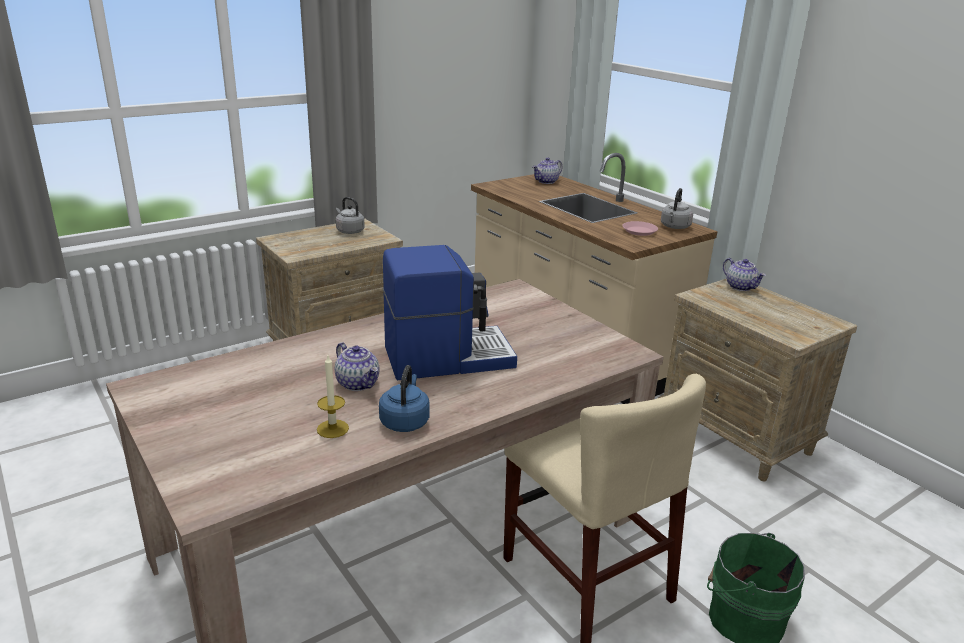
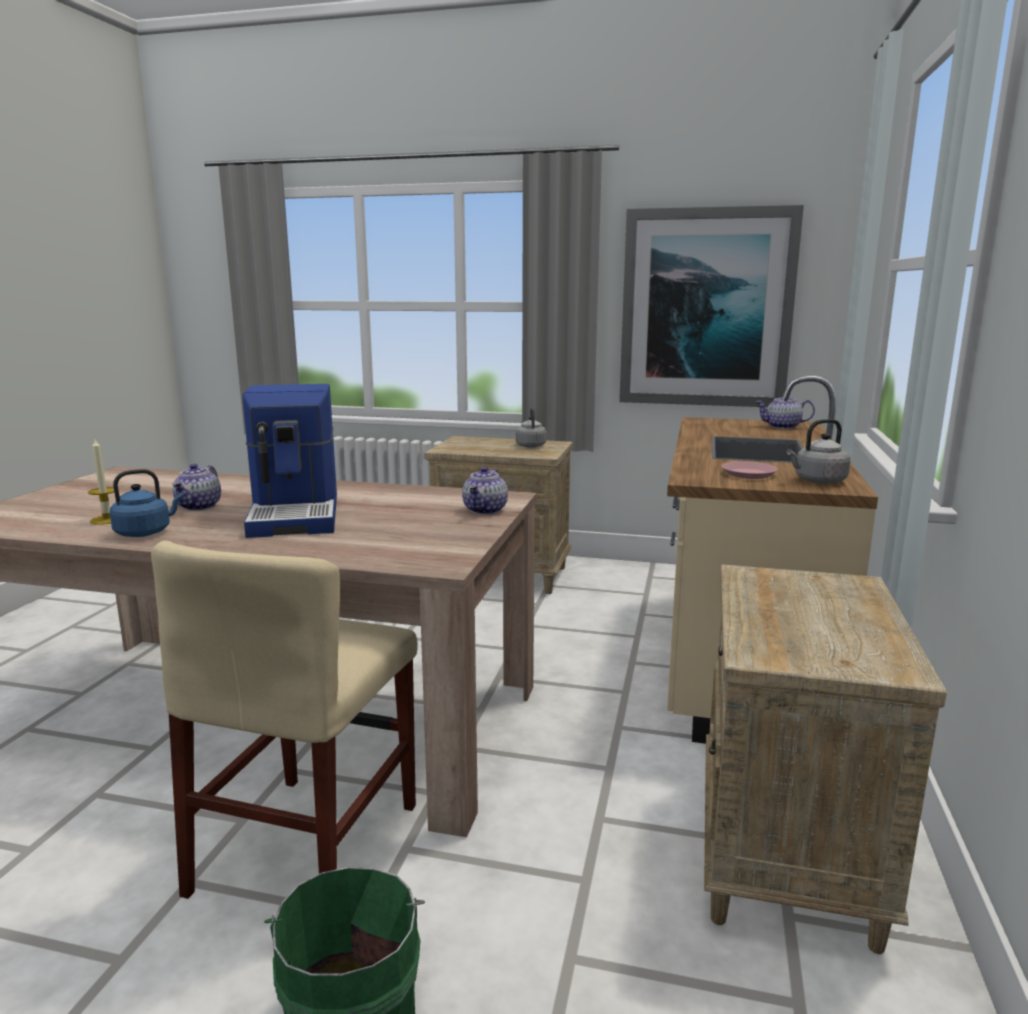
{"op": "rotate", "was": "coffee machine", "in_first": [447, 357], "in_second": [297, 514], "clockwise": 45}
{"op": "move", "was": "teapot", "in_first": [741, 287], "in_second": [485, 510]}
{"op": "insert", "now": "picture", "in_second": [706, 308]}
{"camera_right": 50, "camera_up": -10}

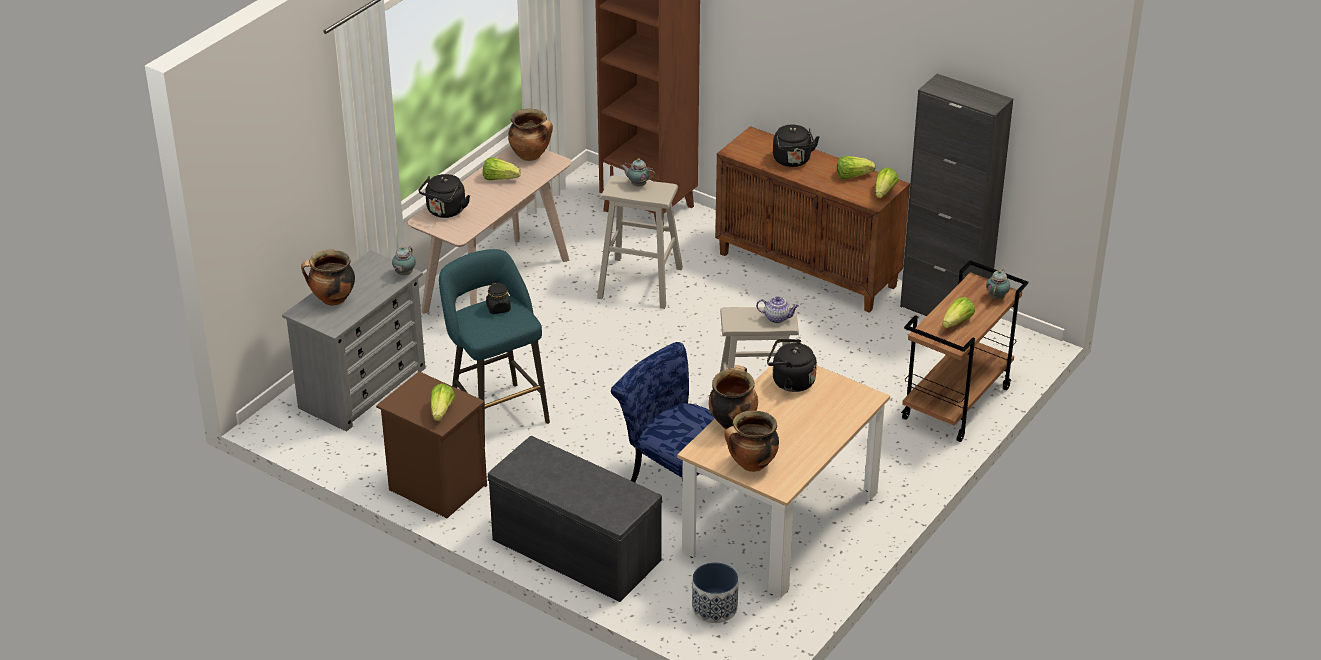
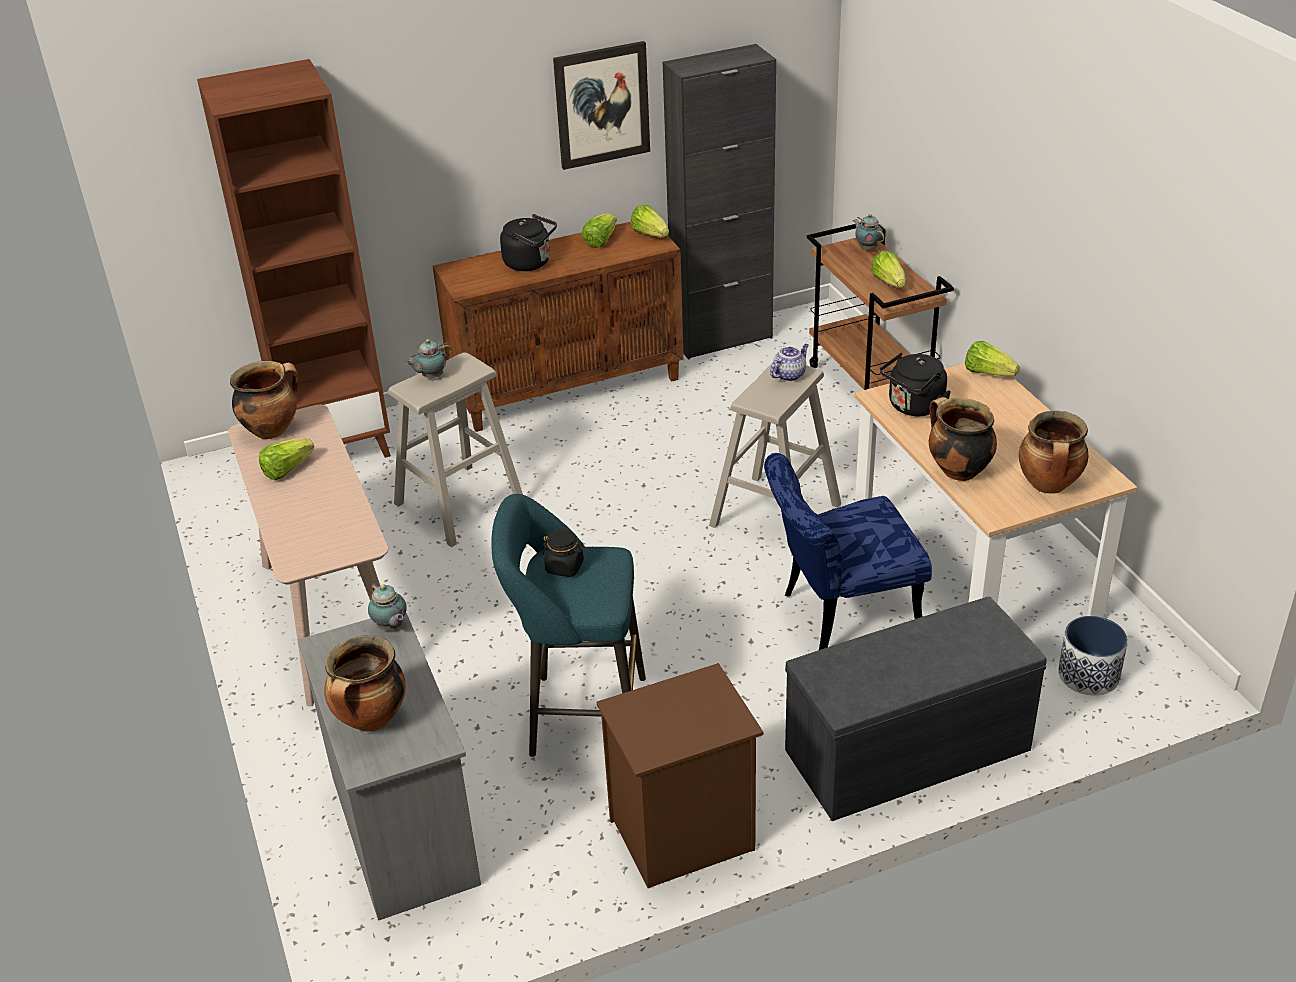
{"op": "delete", "was": "black kettle", "in_first": [445, 211]}
{"op": "move", "was": "lettuce", "in_first": [442, 411], "in_second": [988, 373]}
{"op": "insert", "now": "picture", "in_second": [602, 105]}
{"camera_right": -55, "camera_up": 0}

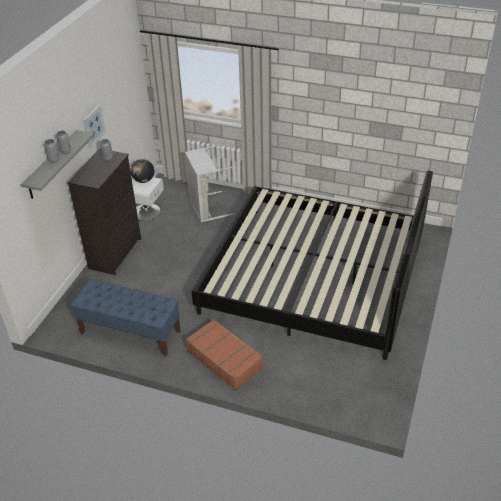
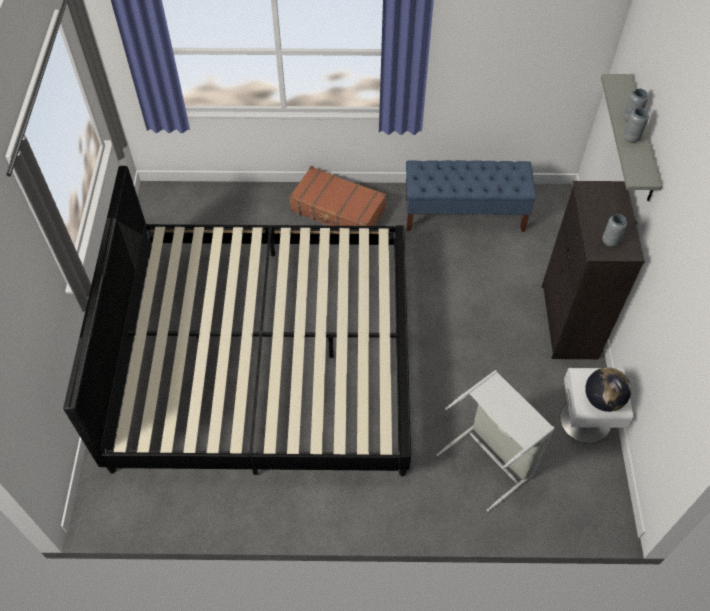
{"op": "delete", "was": "picture", "in_first": [93, 126]}
{"camera_right": 160, "camera_up": 15}

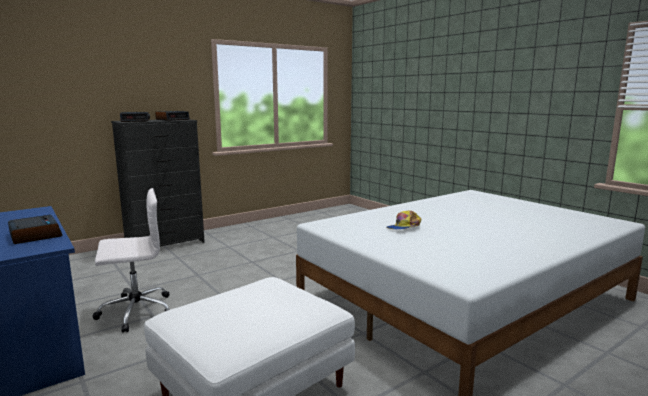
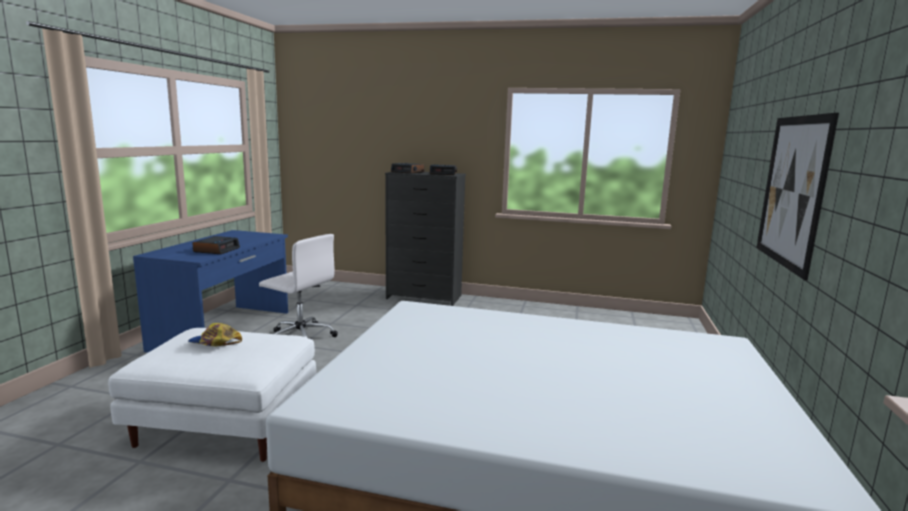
{"op": "move", "was": "cap", "in_first": [404, 227], "in_second": [214, 343]}
{"op": "insert", "now": "picture", "in_second": [792, 191]}
{"camera_right": 50, "camera_up": 0}

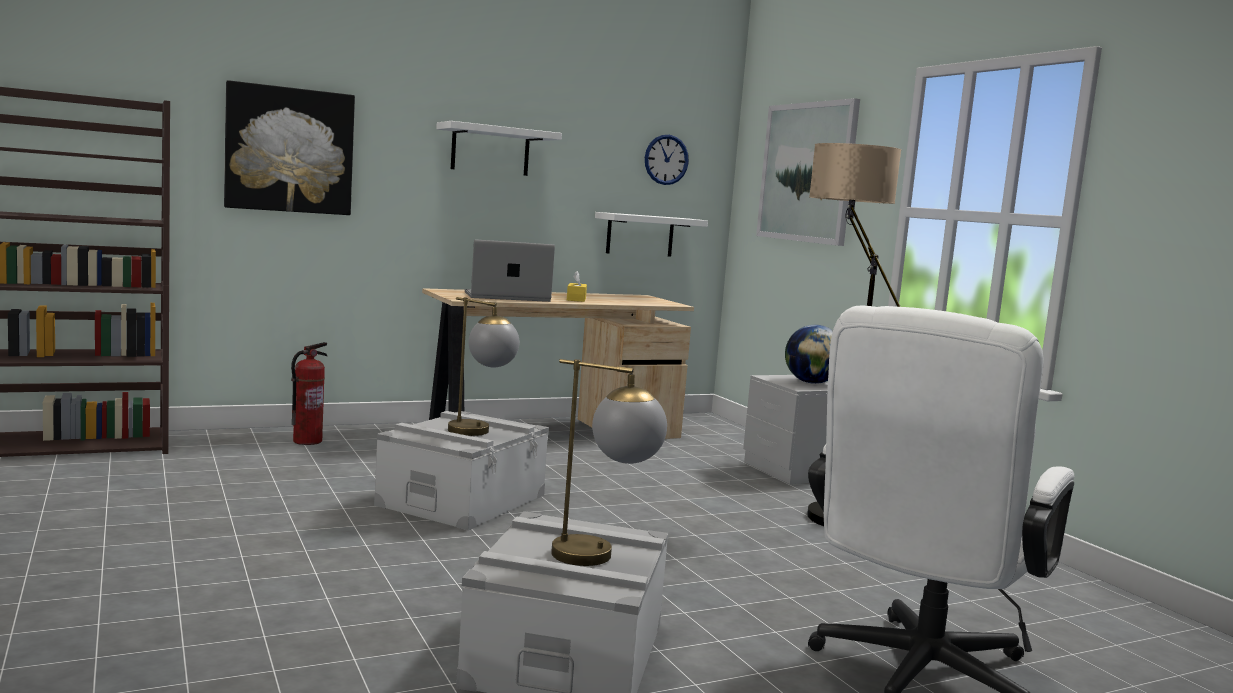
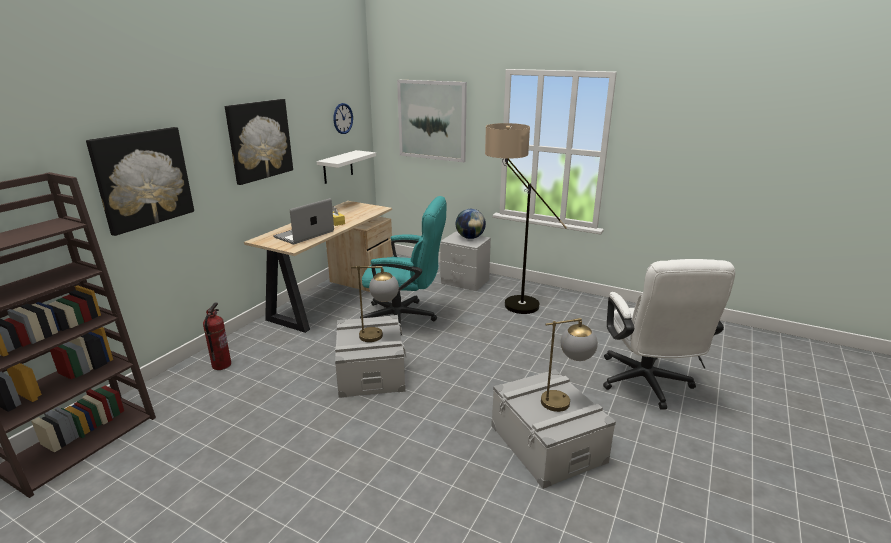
{"op": "replace", "was": "white shelf", "now": "picture", "in_first": [490, 150], "in_second": [259, 140]}
{"op": "insert", "now": "turquoise office chair", "in_second": [405, 318]}
{"camera_right": -35, "camera_up": 15}

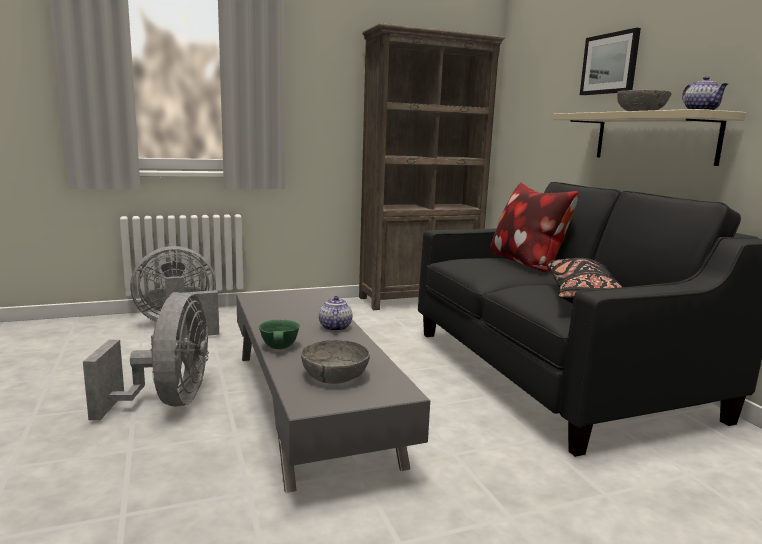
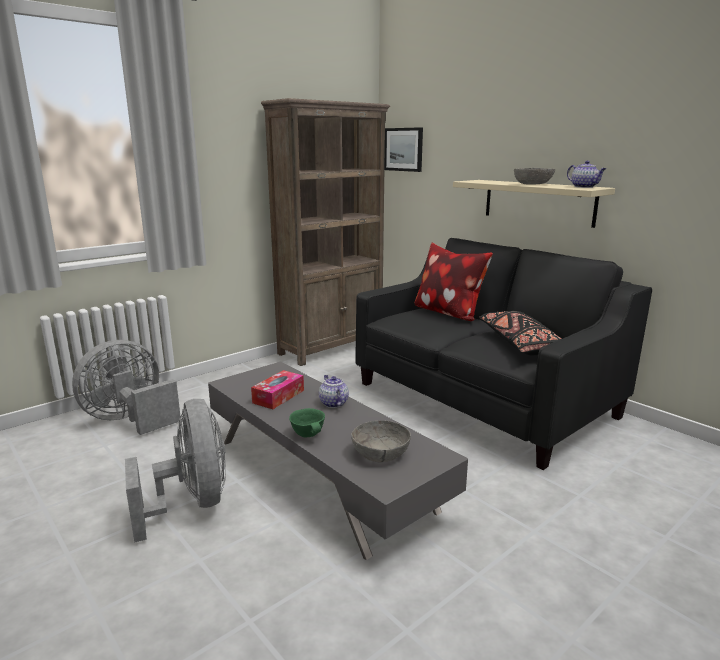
{"op": "move", "was": "picture", "in_first": [610, 64], "in_second": [403, 149]}
{"op": "insert", "now": "tissue box", "in_second": [278, 396]}
{"camera_right": -20, "camera_up": 5}

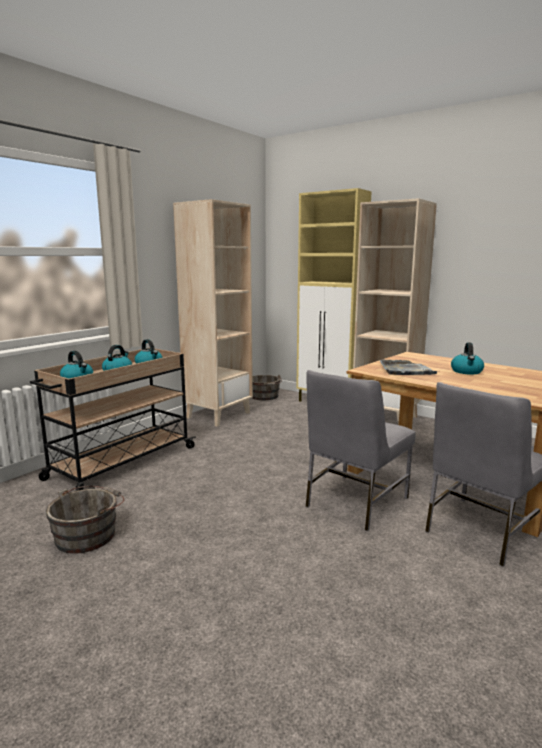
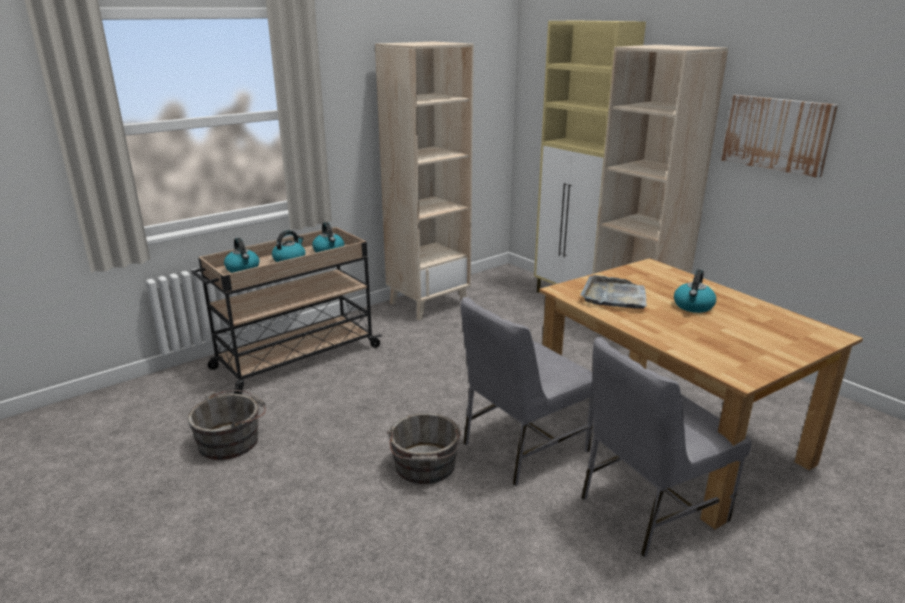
{"op": "move", "was": "grey bucket", "in_first": [264, 396], "in_second": [425, 467]}
{"op": "insert", "now": "picture", "in_second": [776, 134]}
{"camera_right": 15, "camera_up": 10}

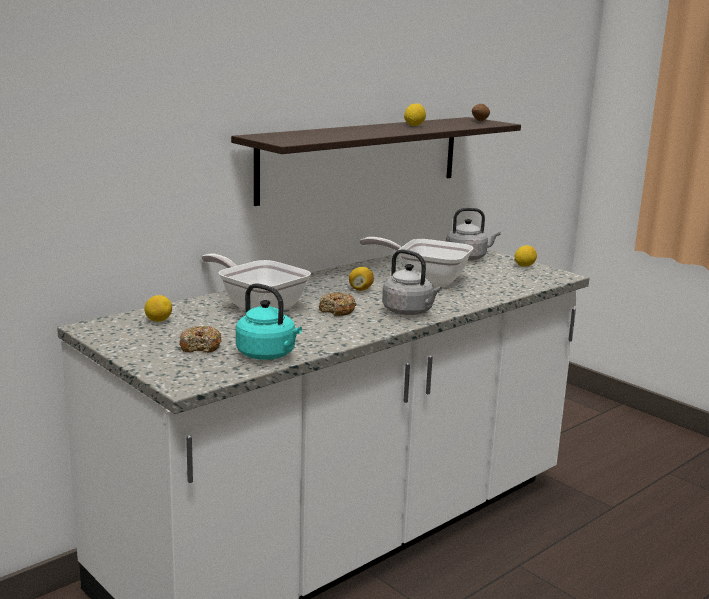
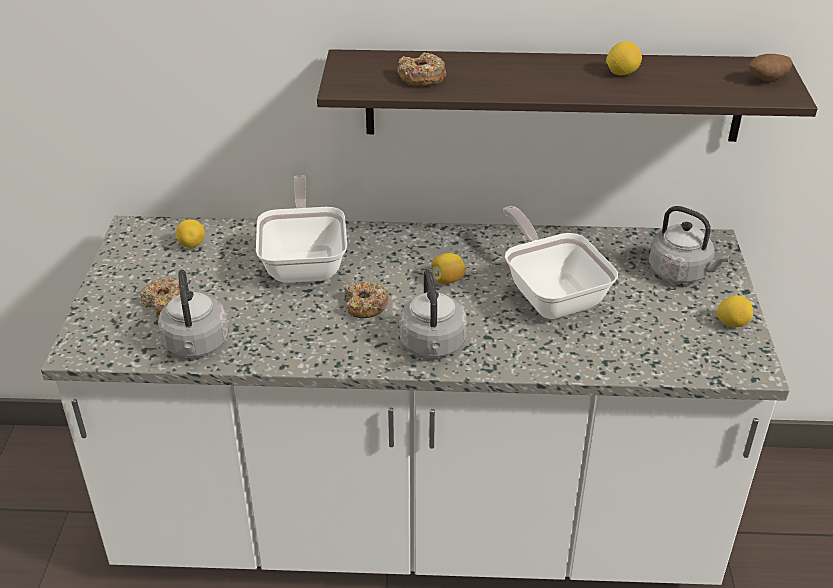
{"op": "recolor", "was": "turquoise kettle", "now": "grey kettle", "in_first": [268, 355], "in_second": [196, 346]}
{"op": "insert", "now": "donut", "in_second": [421, 78]}
{"camera_right": 45, "camera_up": 20}

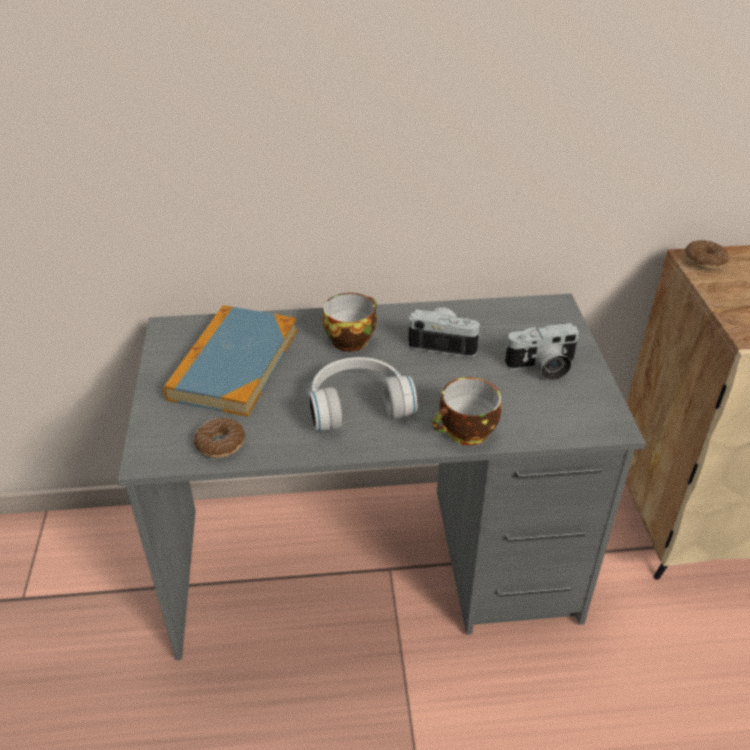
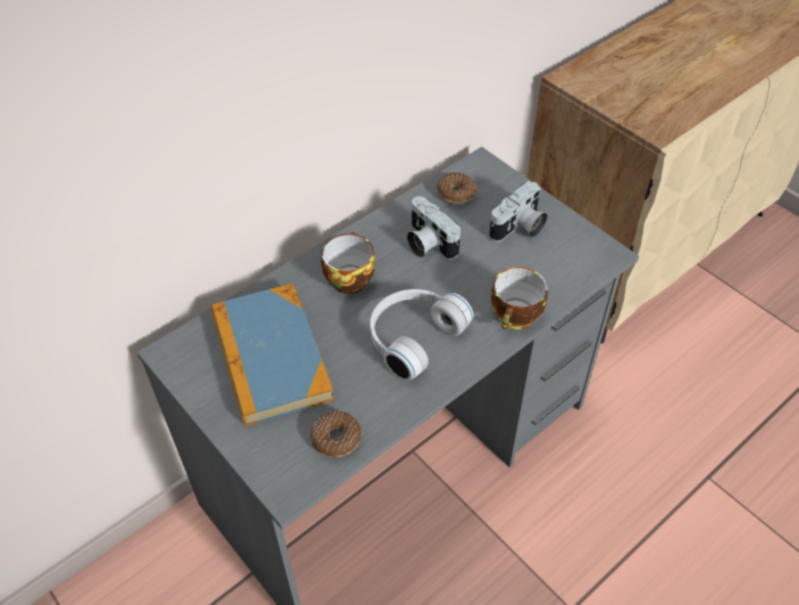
{"op": "rotate", "was": "photo camera", "in_first": [443, 343], "in_second": [427, 243], "clockwise": -105}
{"op": "move", "was": "donut", "in_first": [704, 261], "in_second": [456, 193]}
{"camera_right": -35, "camera_up": 10}

